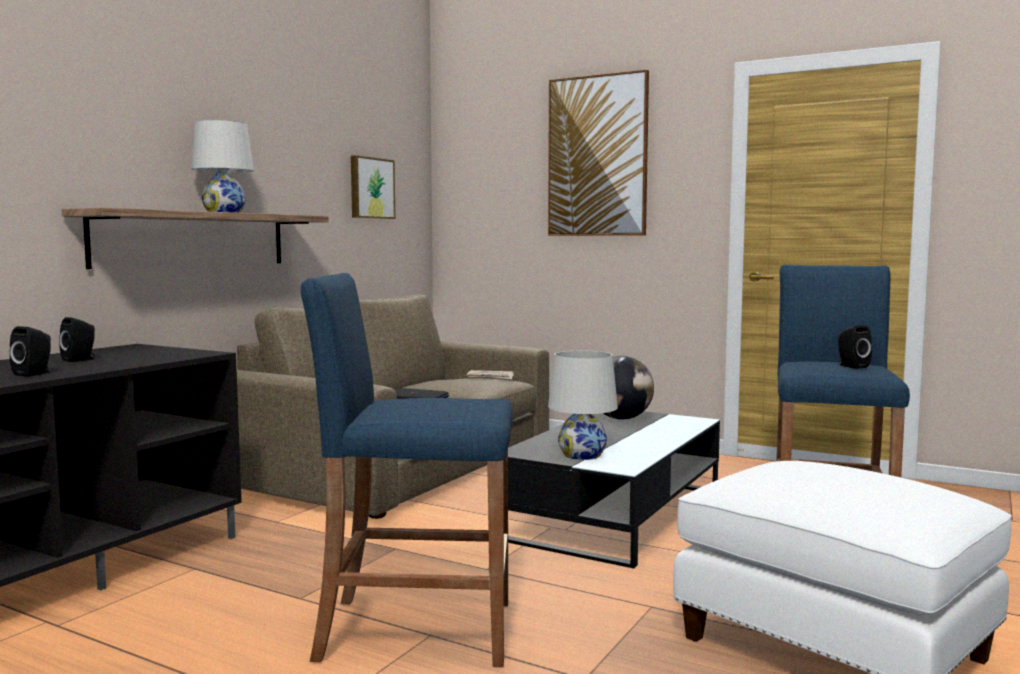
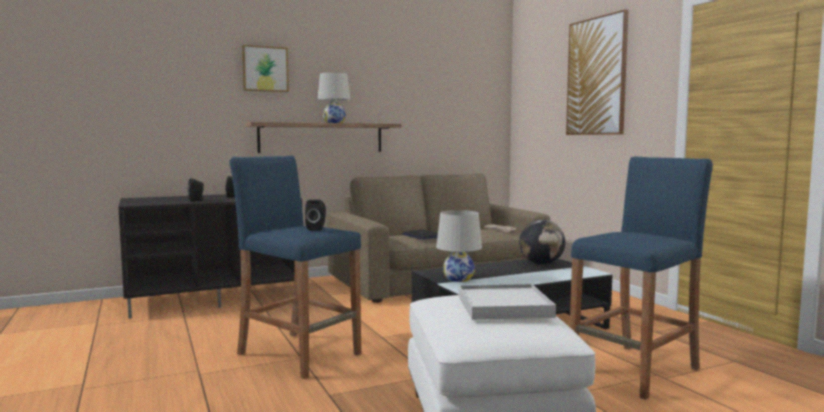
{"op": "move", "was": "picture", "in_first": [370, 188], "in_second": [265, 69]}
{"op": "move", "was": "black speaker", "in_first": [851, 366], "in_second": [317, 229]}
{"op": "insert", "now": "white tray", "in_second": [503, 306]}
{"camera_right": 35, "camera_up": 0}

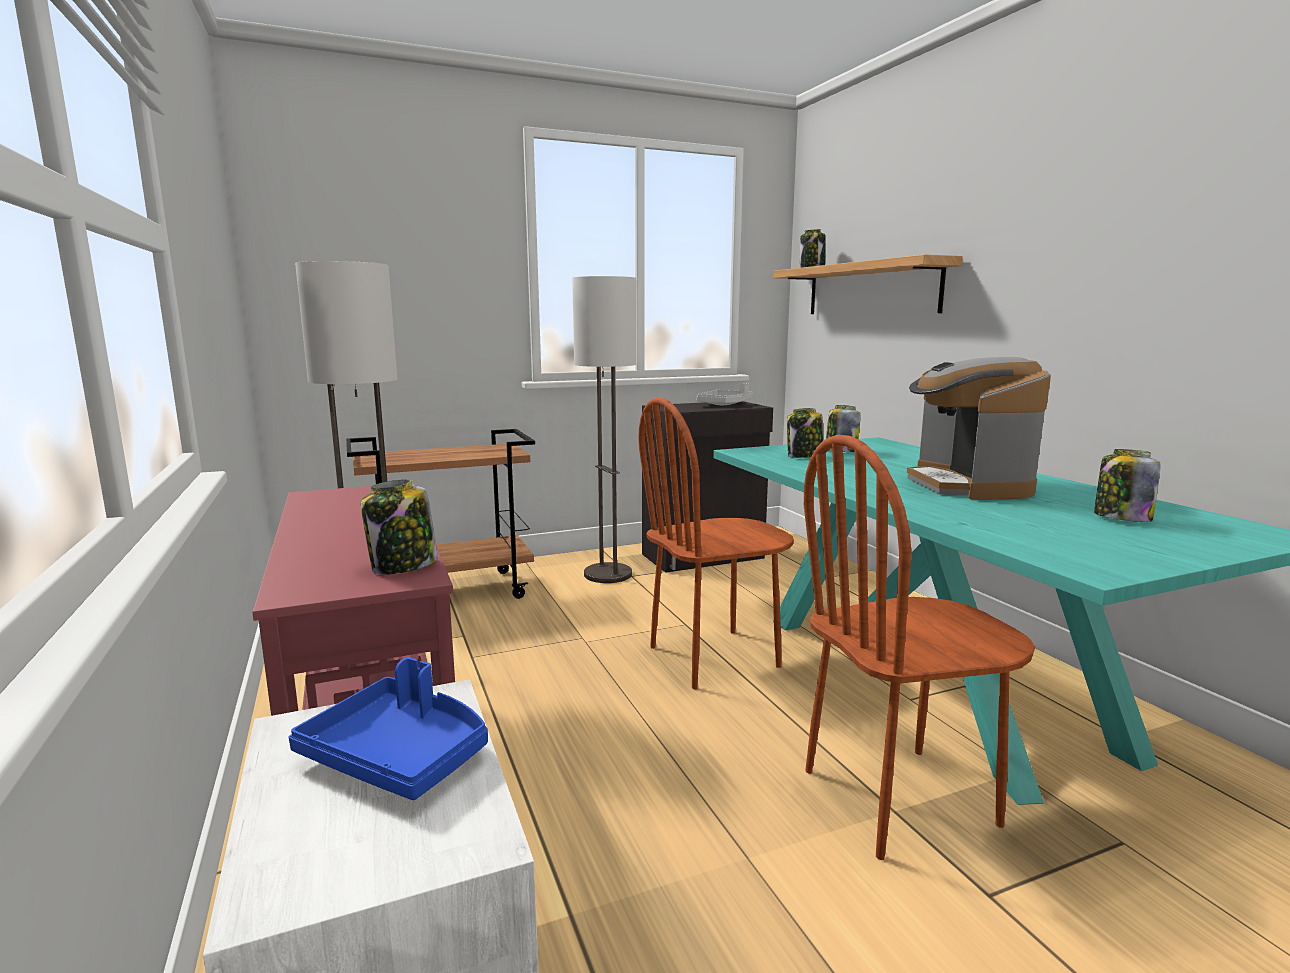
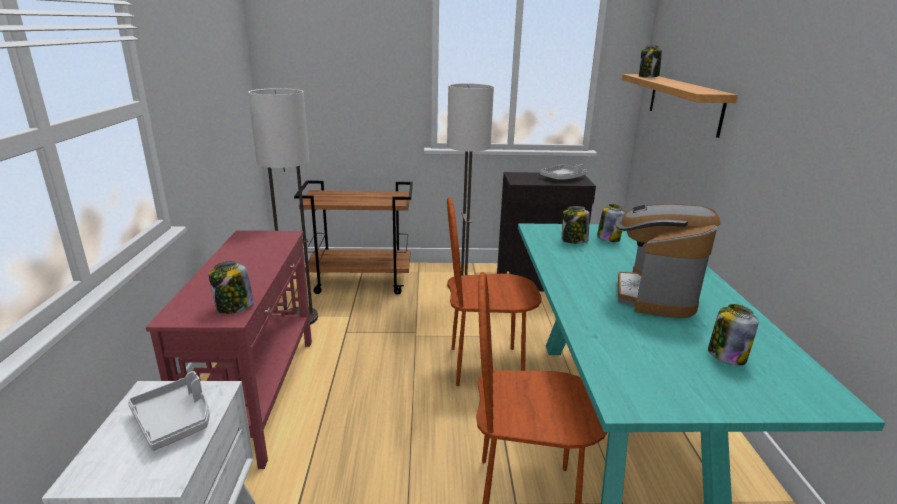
{"op": "recolor", "was": "blue tray", "now": "grey tray", "in_first": [399, 755], "in_second": [175, 420]}
{"camera_right": 20, "camera_up": 10}

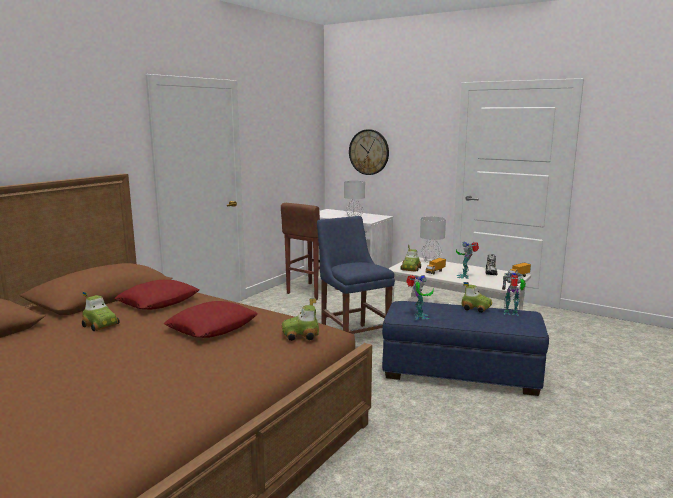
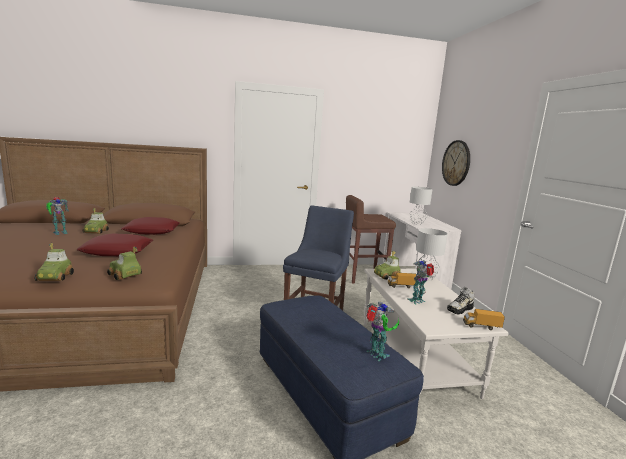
{"op": "move", "was": "toy robot", "in_first": [419, 317], "in_second": [59, 232]}
{"op": "move", "was": "toy car", "in_first": [476, 308], "in_second": [55, 277]}
{"camera_right": 45, "camera_up": 0}

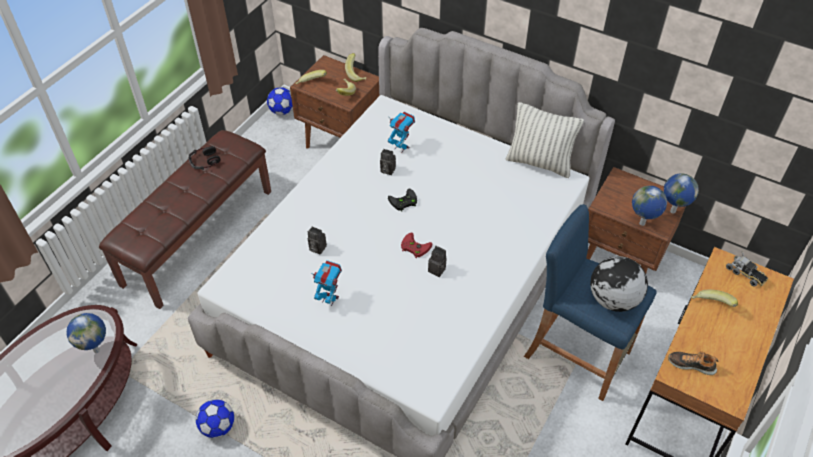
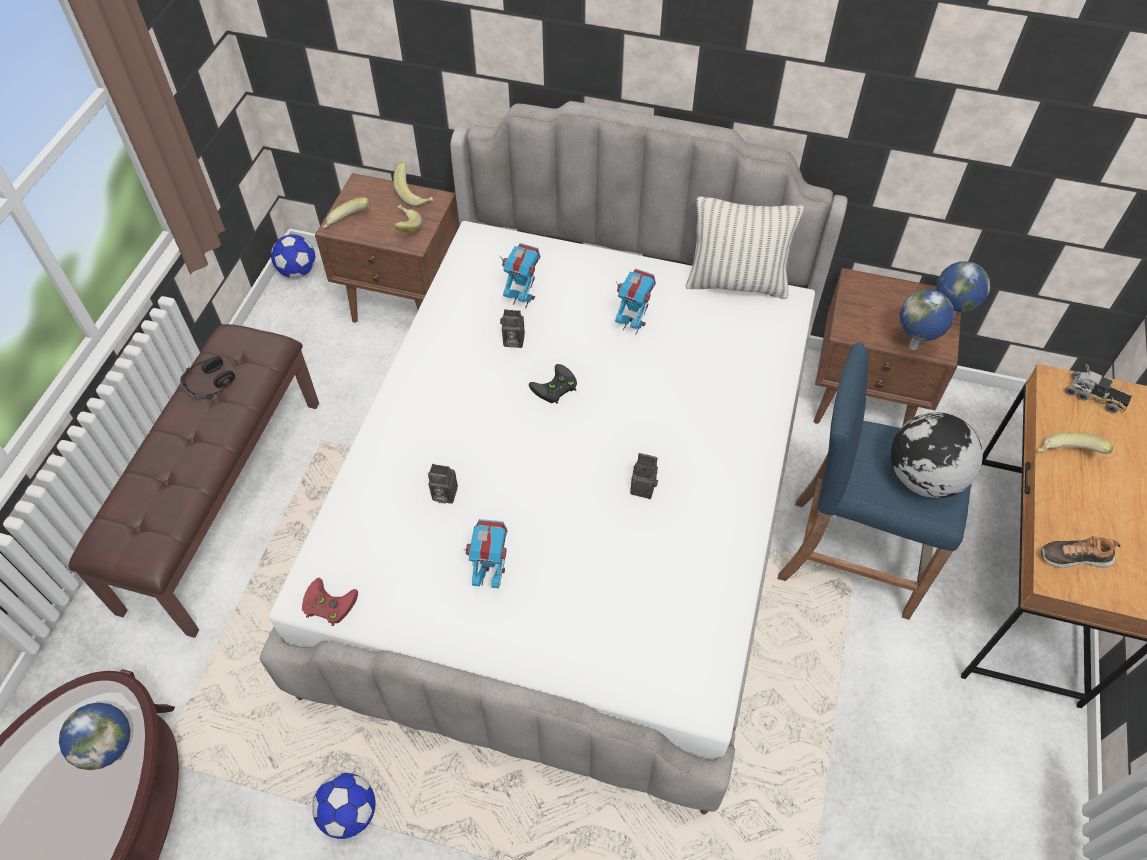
{"op": "move", "was": "red game controller", "in_first": [414, 247], "in_second": [326, 604]}
{"op": "insert", "now": "toy robot", "in_second": [633, 325]}
{"camera_right": -15, "camera_up": 5}

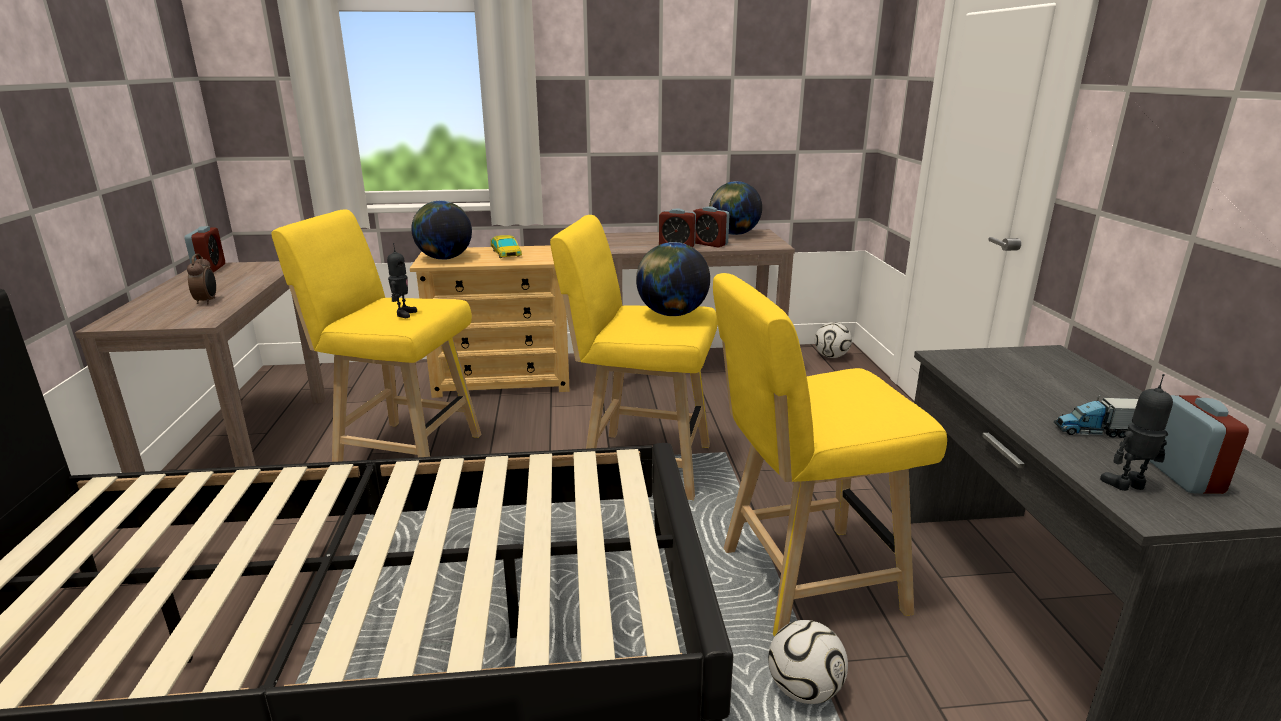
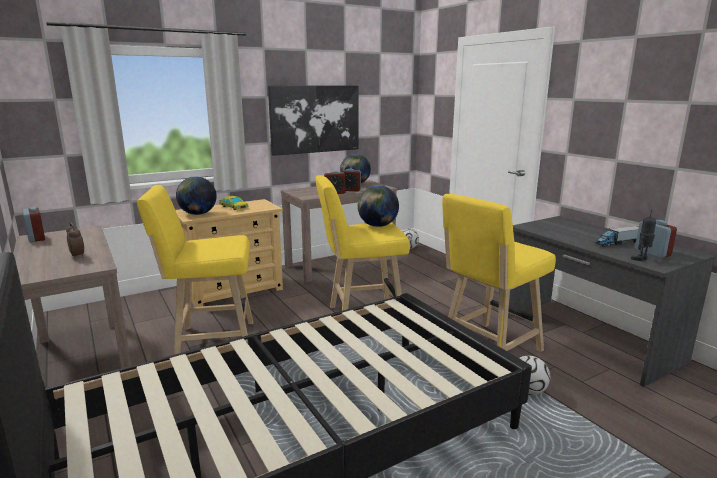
{"op": "delete", "was": "toy robot", "in_first": [404, 314]}
{"op": "insert", "now": "picture", "in_second": [315, 119]}
{"camera_right": -25, "camera_up": -5}

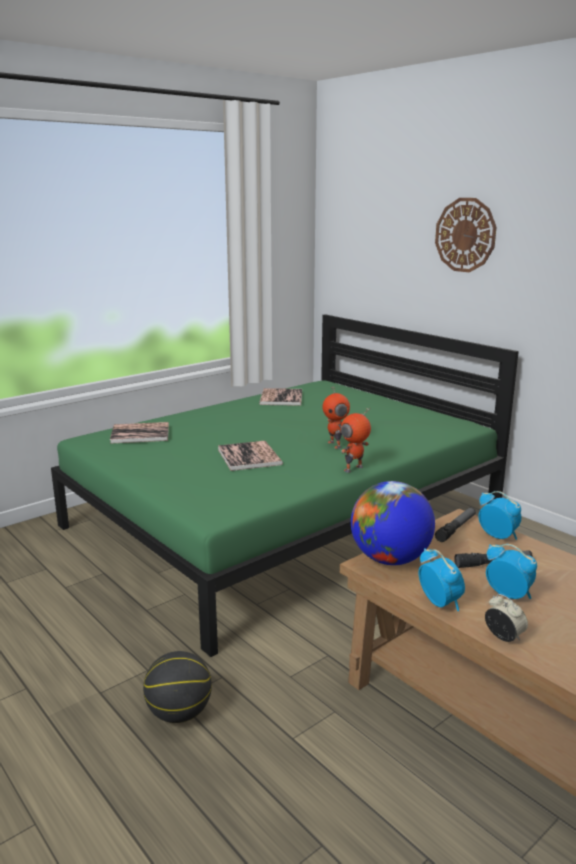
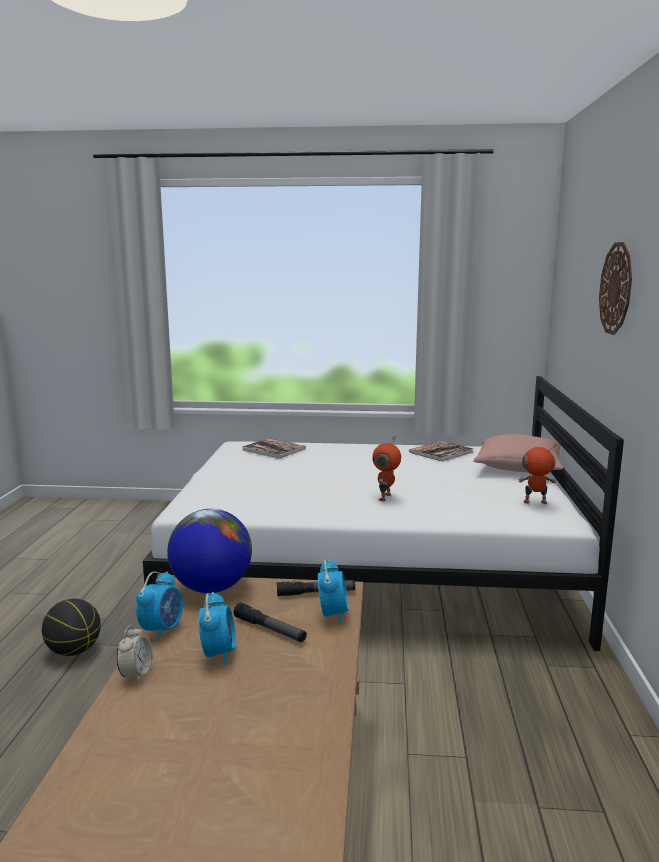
{"op": "recolor", "was": "green bed", "now": "white bed", "in_first": [285, 519], "in_second": [372, 567]}
{"op": "delete", "was": "book", "in_first": [249, 457]}
{"op": "move", "was": "toy robot", "in_first": [354, 469], "in_second": [535, 502]}
{"op": "insert", "now": "pink pillow", "in_second": [518, 467]}
{"camera_right": 45, "camera_up": -5}

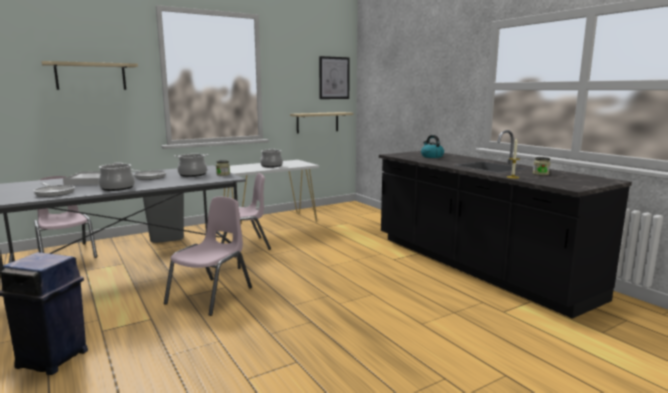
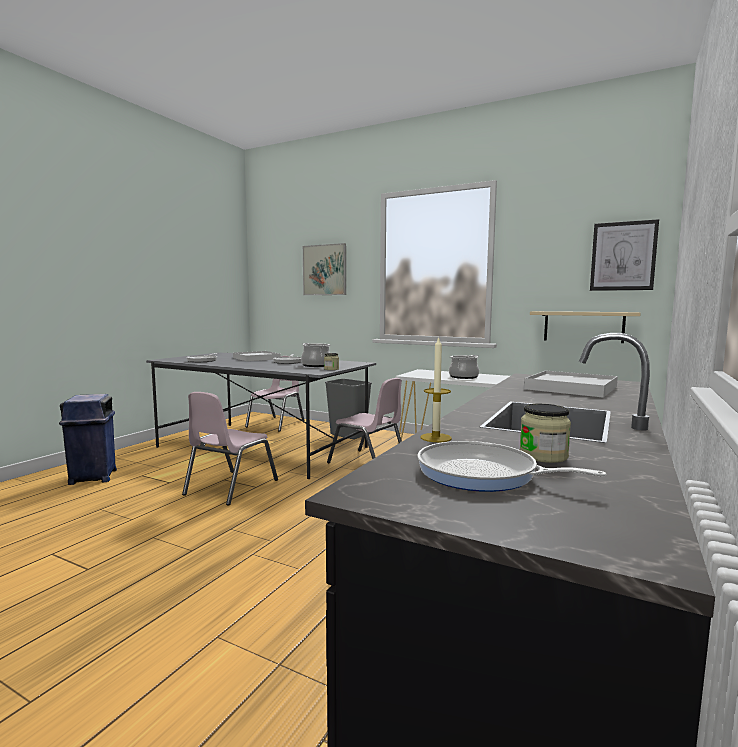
{"op": "replace", "was": "beige shelf", "now": "picture", "in_first": [91, 76], "in_second": [324, 270]}
{"op": "delete", "was": "cooking pot", "in_first": [117, 188]}
{"op": "rotate", "was": "pink chair", "in_first": [211, 296], "in_second": [230, 487], "clockwise": 120}
{"op": "replace", "was": "kettle", "now": "white tray", "in_first": [431, 156], "in_second": [570, 388]}
{"op": "insert", "now": "frying pan", "in_second": [483, 474]}
{"camera_right": 60, "camera_up": -5}

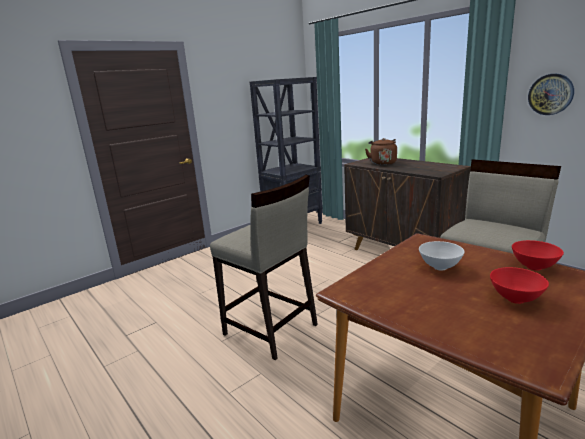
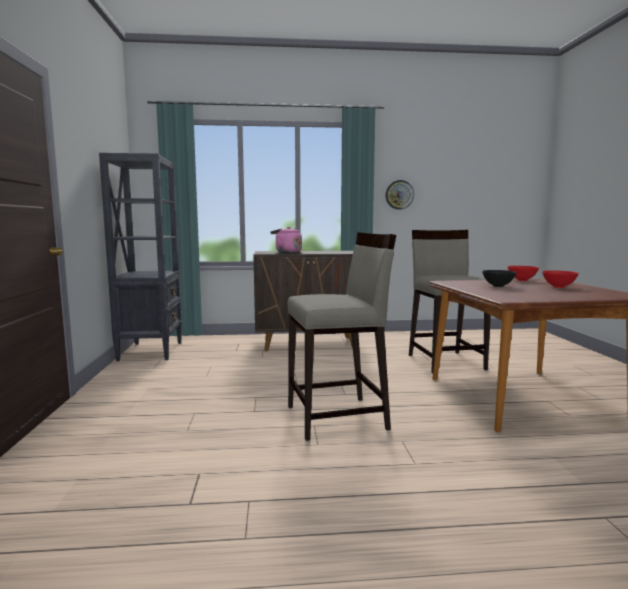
{"op": "recolor", "was": "brown kettle", "now": "pink kettle", "in_first": [382, 163], "in_second": [287, 252]}
{"op": "recolor", "was": "white bowl", "now": "black bowl", "in_first": [440, 267], "in_second": [497, 286]}
{"camera_right": -55, "camera_up": -10}

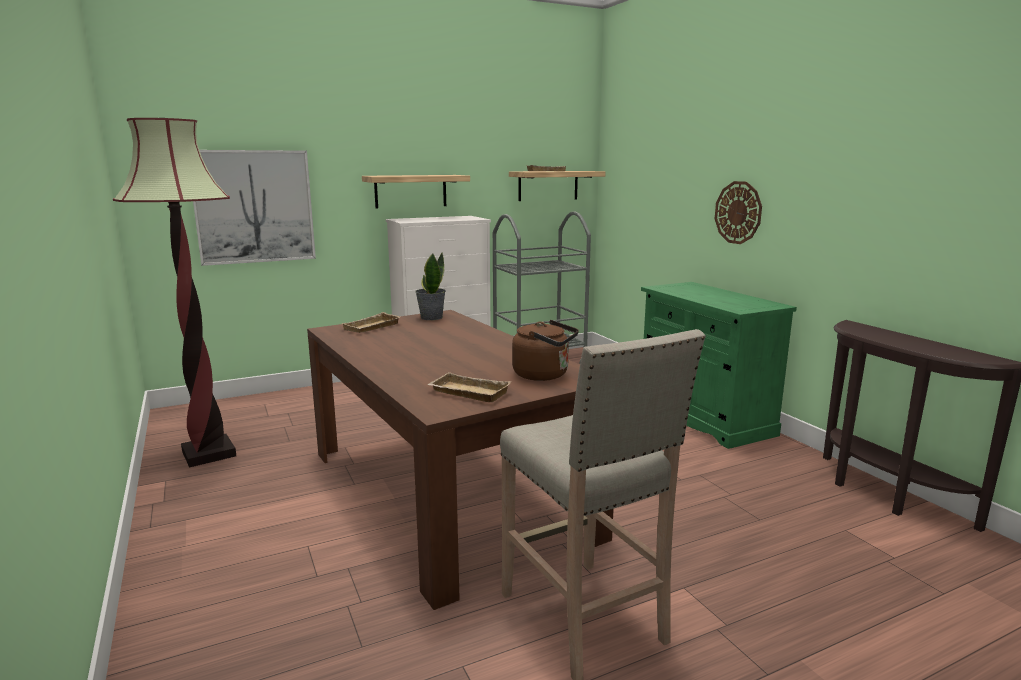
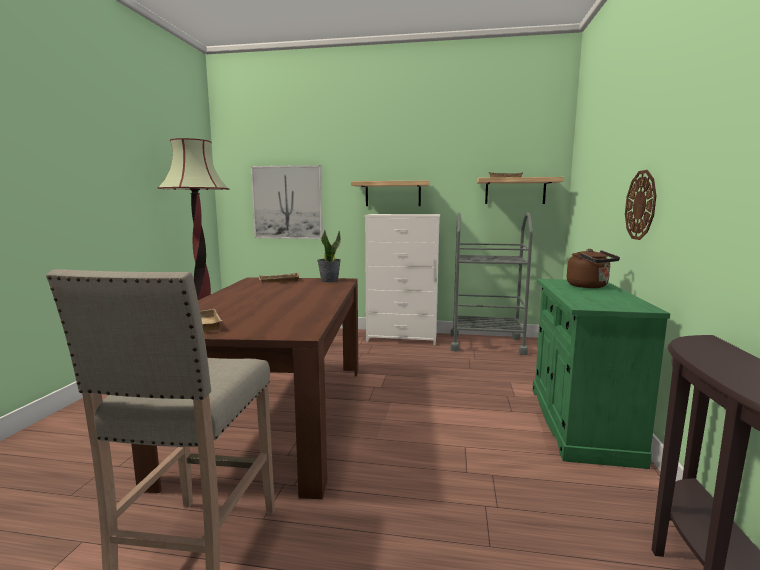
{"op": "move", "was": "brown kettle", "in_first": [544, 375], "in_second": [589, 286]}
{"camera_right": 35, "camera_up": -5}

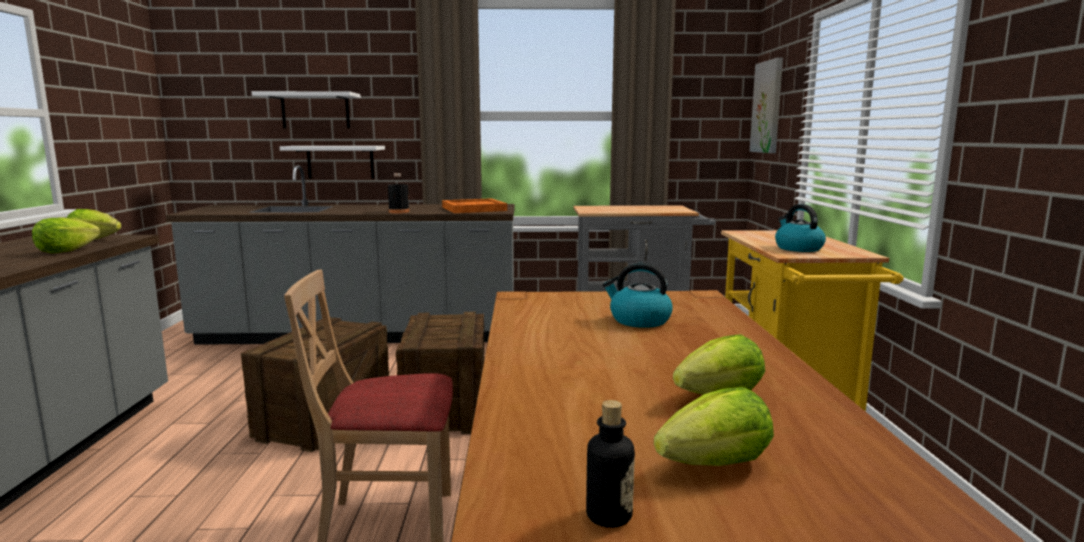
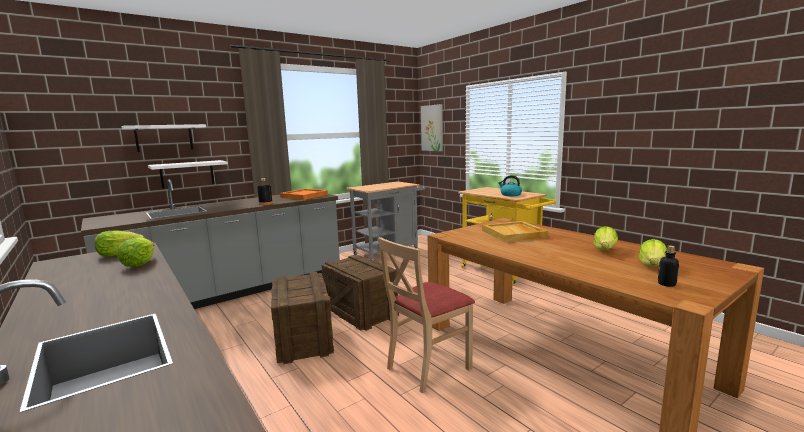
{"op": "replace", "was": "kettle", "now": "beige tray", "in_first": [639, 320], "in_second": [514, 234]}
{"camera_right": -35, "camera_up": 0}

